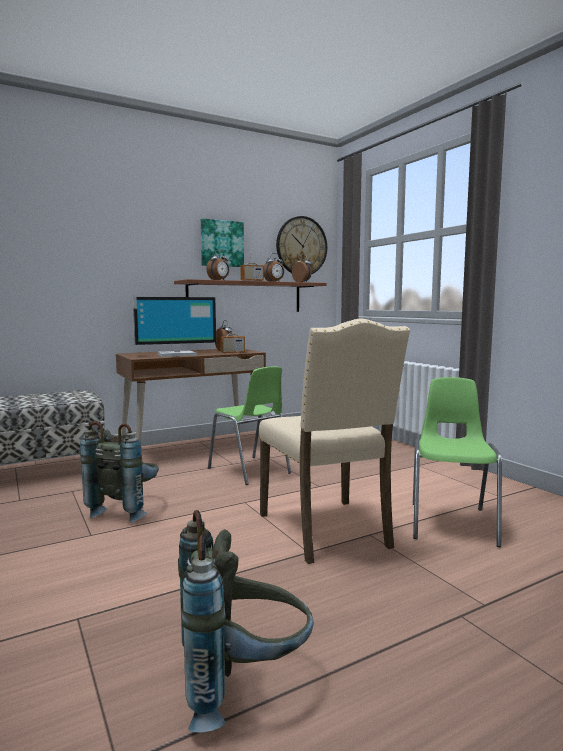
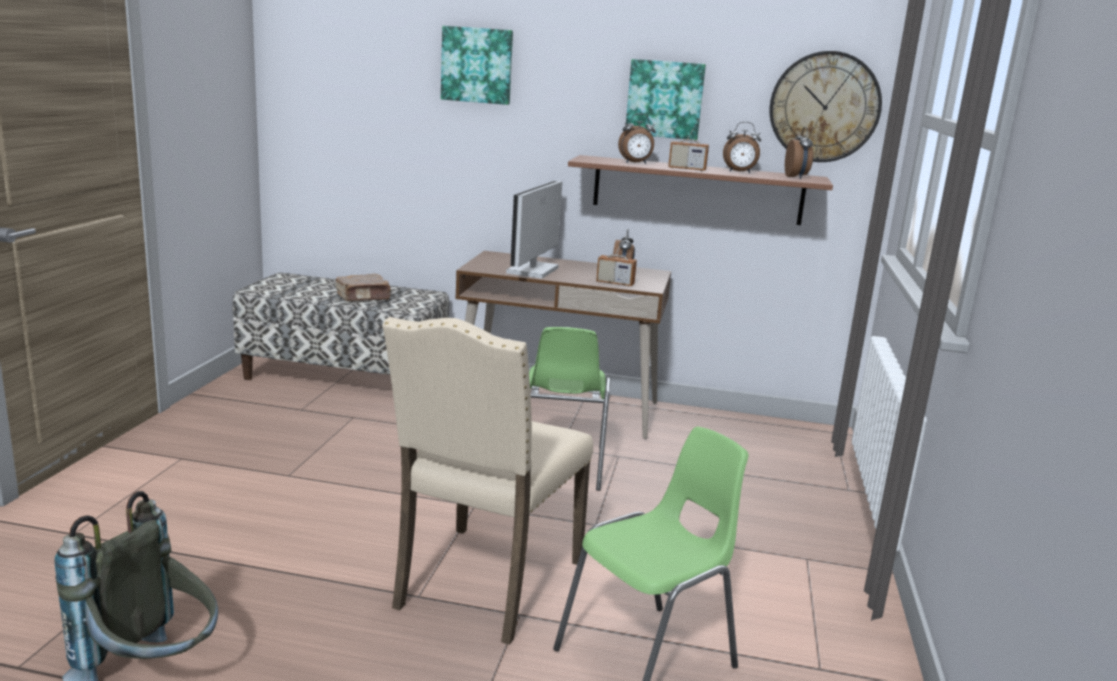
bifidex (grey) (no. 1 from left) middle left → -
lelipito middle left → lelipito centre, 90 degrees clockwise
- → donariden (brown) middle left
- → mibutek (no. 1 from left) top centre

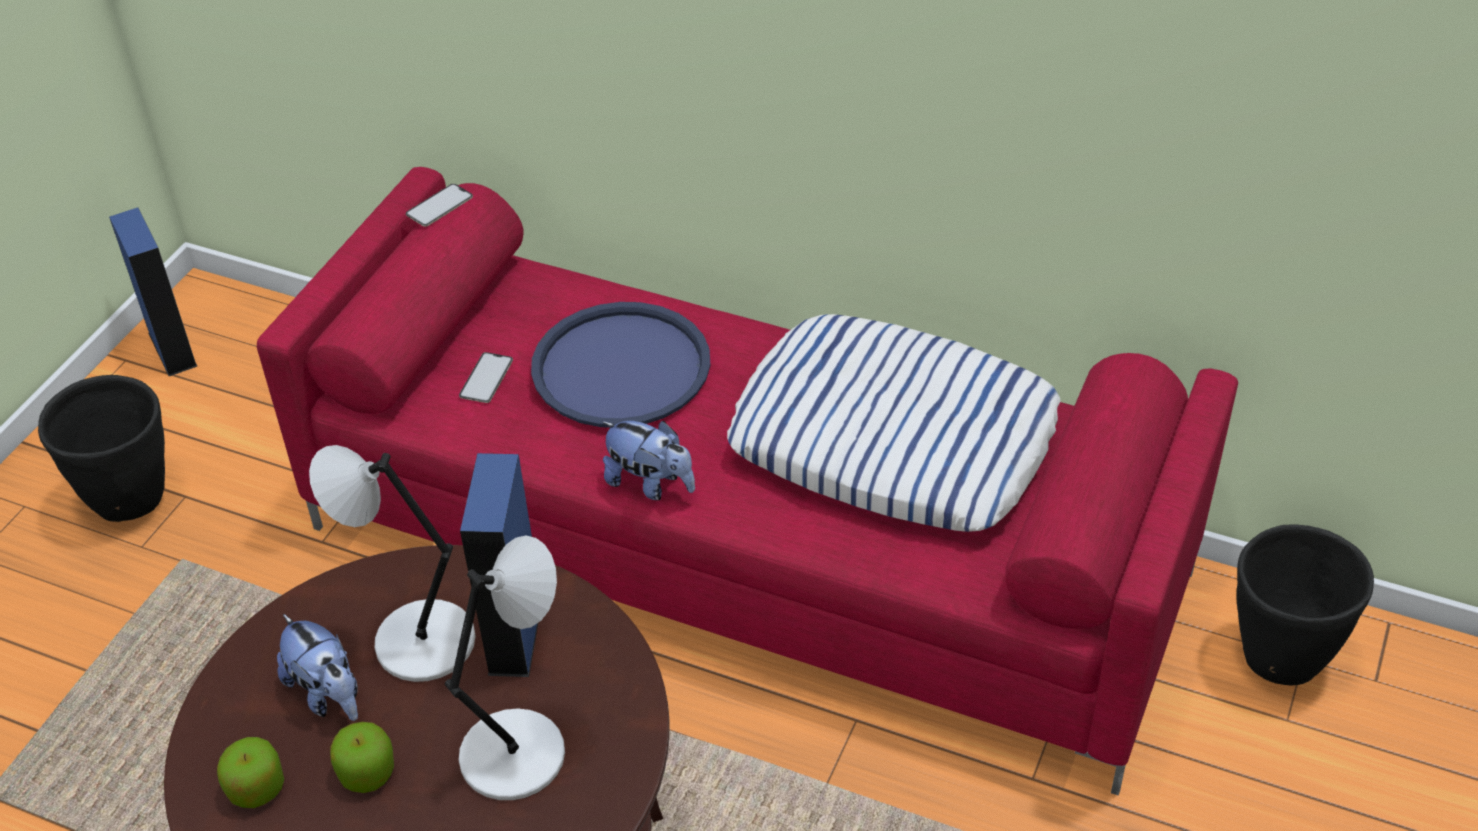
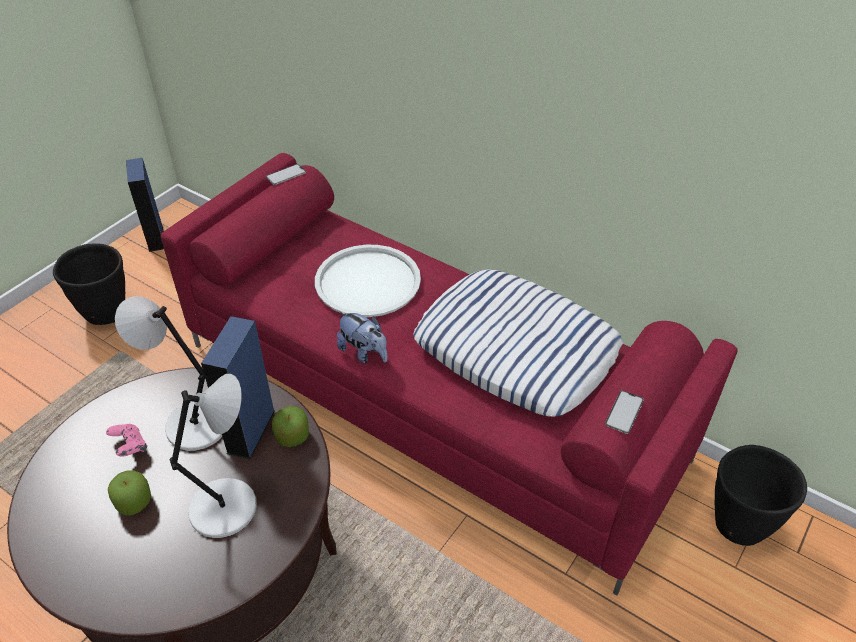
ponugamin (no. 1 from left in the first image) bottom left → ponugamin (no. 2 from left) centre, shifted
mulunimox (no. 1 from left) bottom left → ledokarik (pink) bottom left
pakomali (no. 2 from left) middle left → pakomali (no. 2 from left) middle right, shifted
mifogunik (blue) centre → mifogunik (white) centre

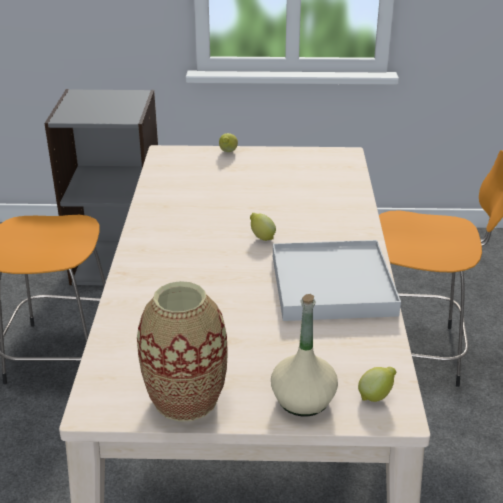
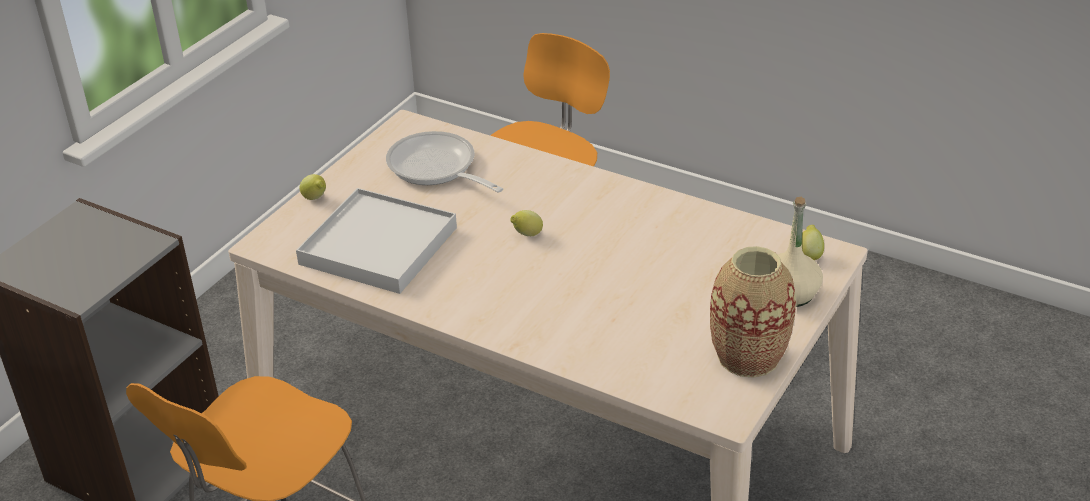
mifogunik (white) middle right → mifogunik (white) centre, shifted
- → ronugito top centre

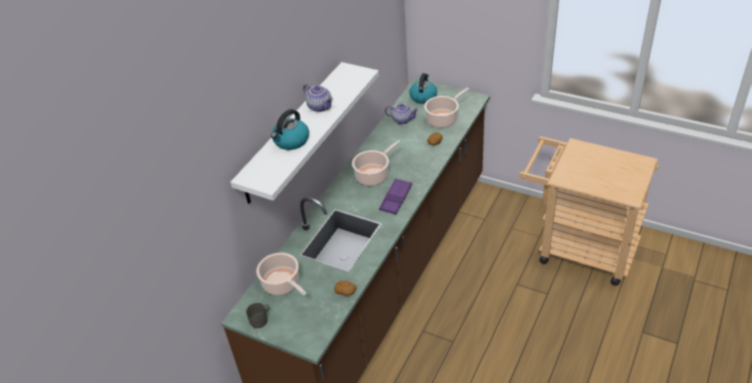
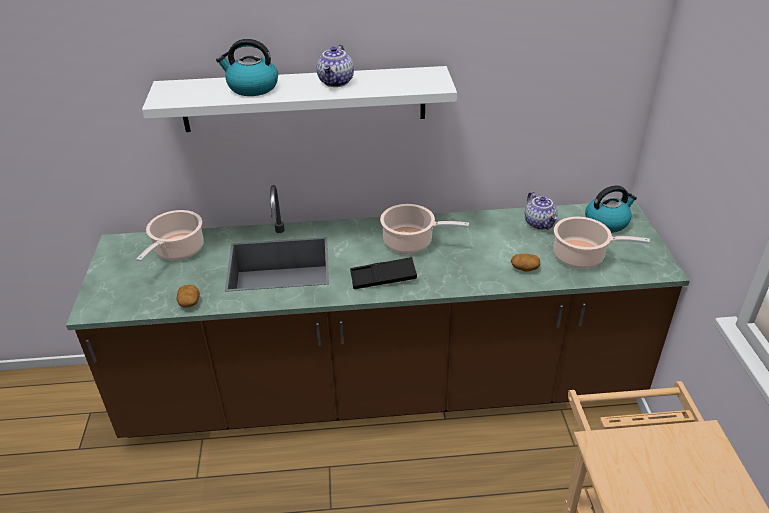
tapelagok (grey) bottom centre → -
mifogunik (purple) centre → mifogunik (black) centre

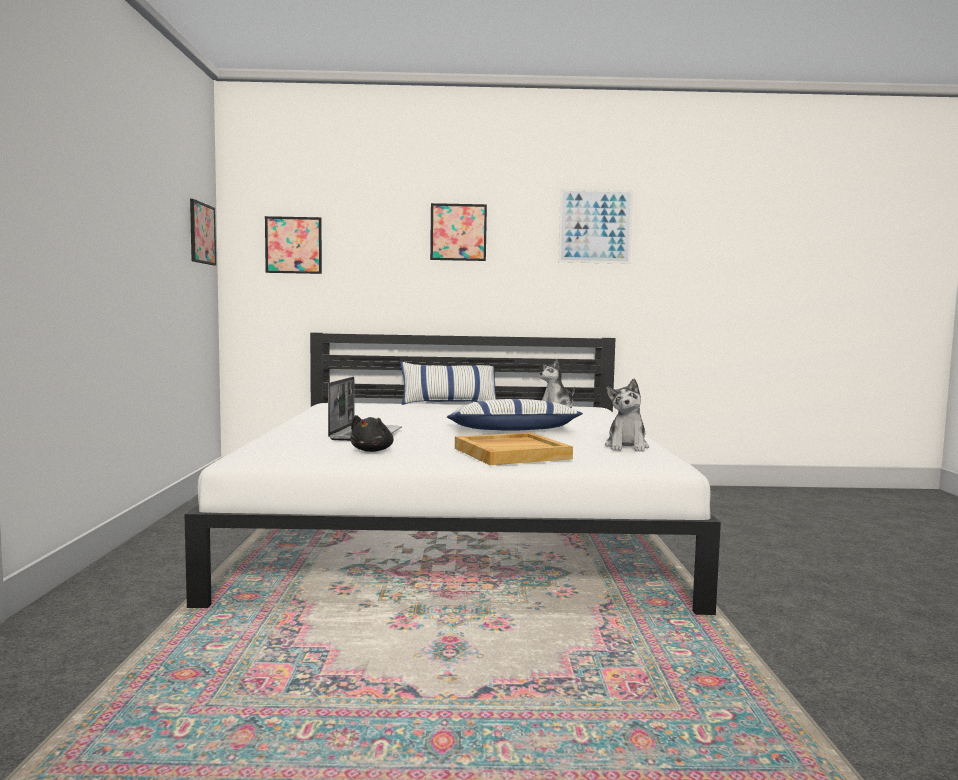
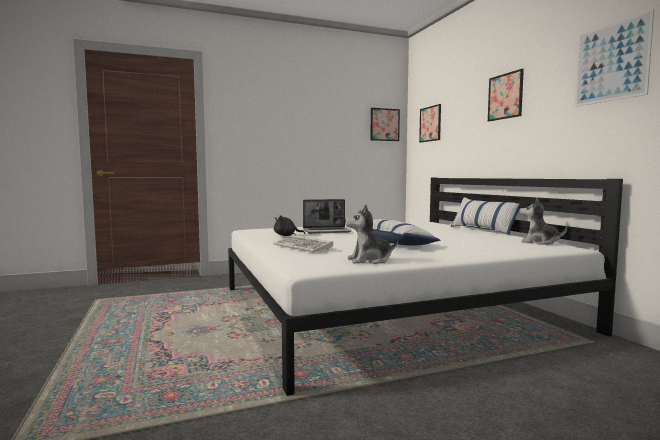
mifogunik (beige) centre → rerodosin centre

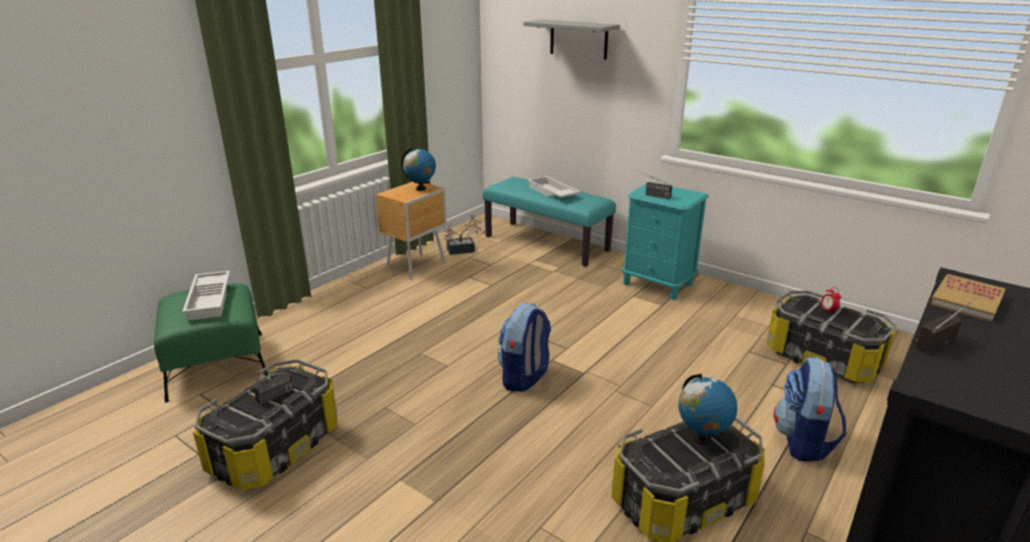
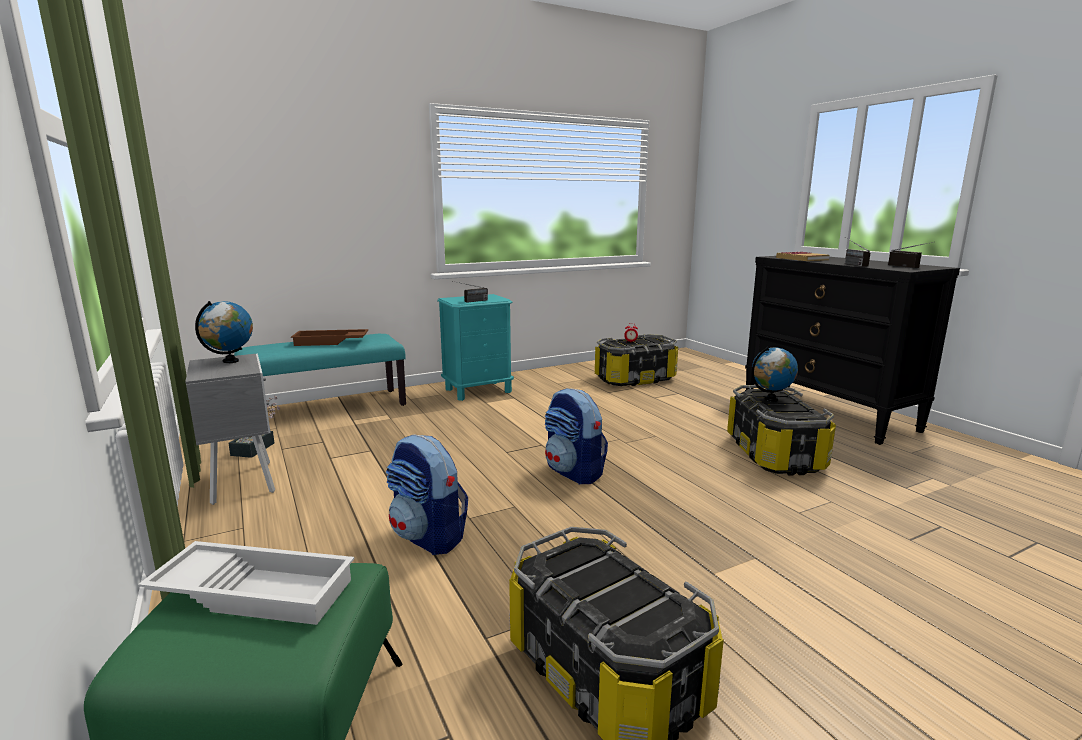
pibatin (no. 1 from left in the first image) bottom left → pibatin (no. 3 from left) middle right, shifted
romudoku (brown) centre → romudoku (grey) middle left
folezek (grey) top centre → -
mifogunik (white) (no. 2 from left) centre → mifogunik (brown) middle left
bifidex (no. 2 from left in the first image) bottom right → bifidex (no. 1 from left) bottom centre, shifted

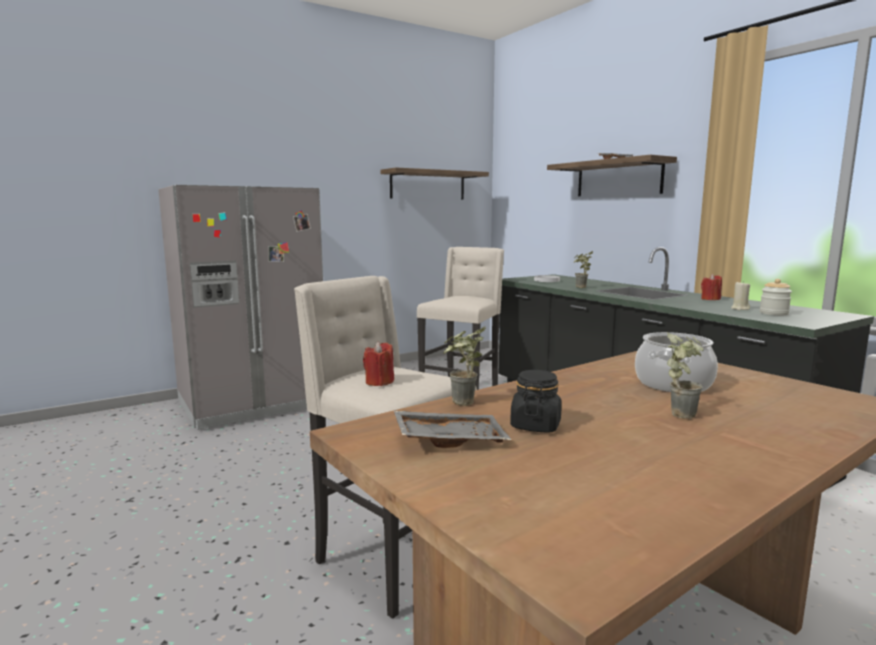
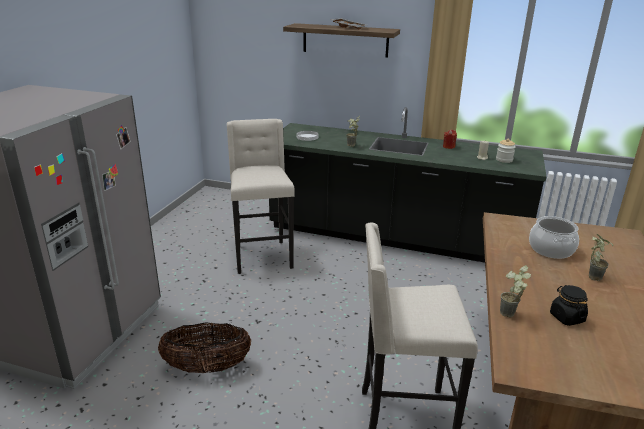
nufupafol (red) (no. 1 from left) centre → -
folezek (no. 1 from left) top centre → -
mifogunik (grey) (no. 1 from left) centre → -
- → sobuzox bottom left

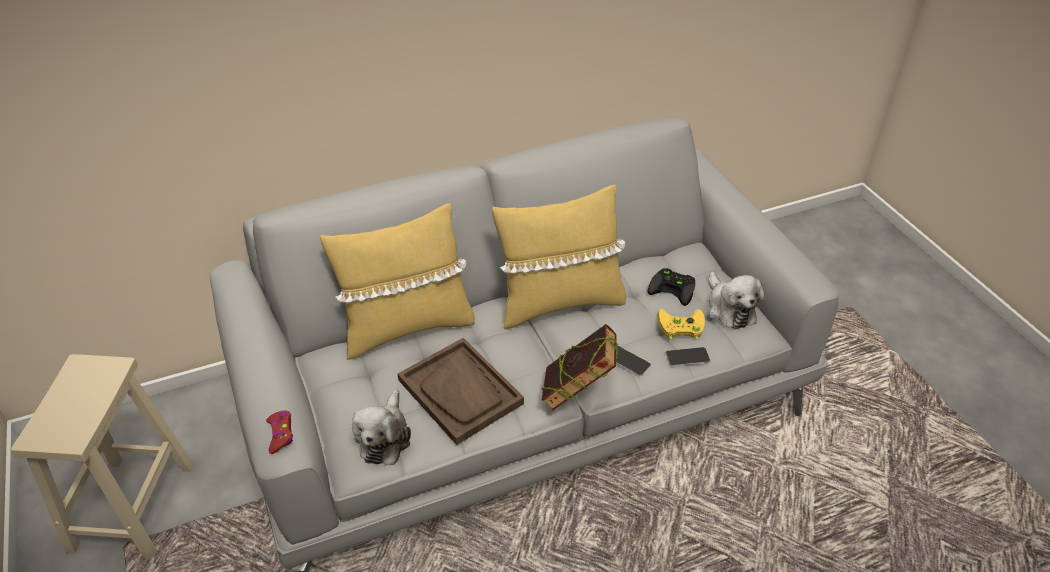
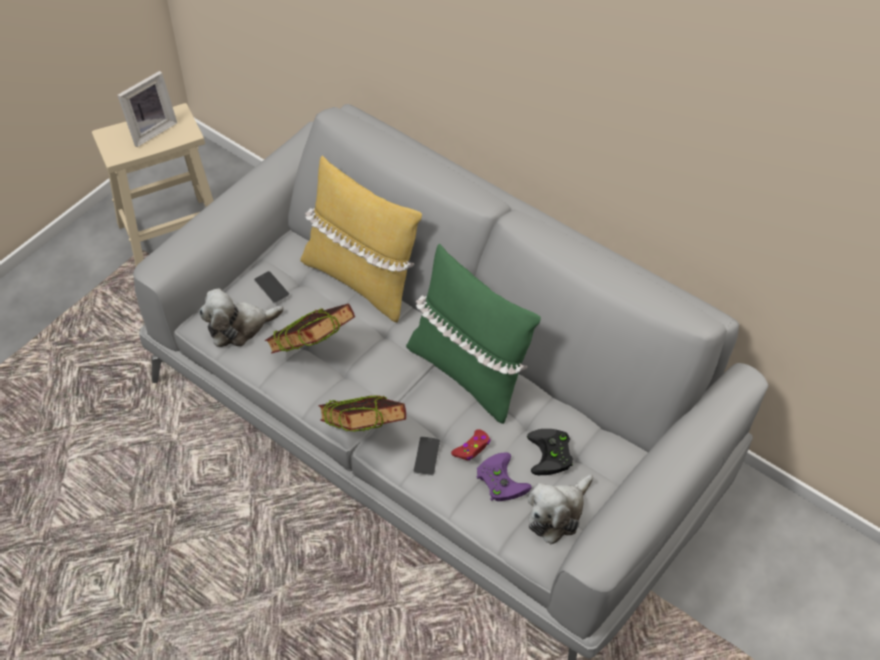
ledokarik (red) bottom left → ledokarik (red) bottom centre, shifted
mifogunik (brown) bottom centre → donariden (no. 1 from left) centre
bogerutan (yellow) (no. 2 from left) centre → bogerutan (green) centre
ledokarik (yellow) centre → ledokarik (purple) bottom centre
pakomali (no. 2 from left in the first image) centre → pakomali (no. 1 from left) middle left, shifted
- → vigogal top left

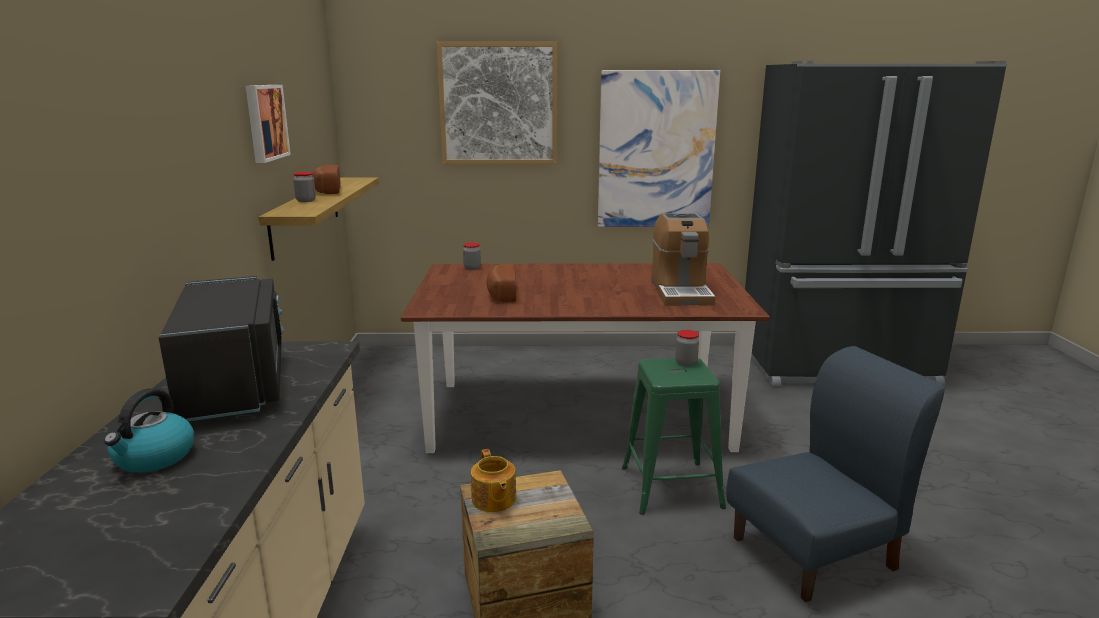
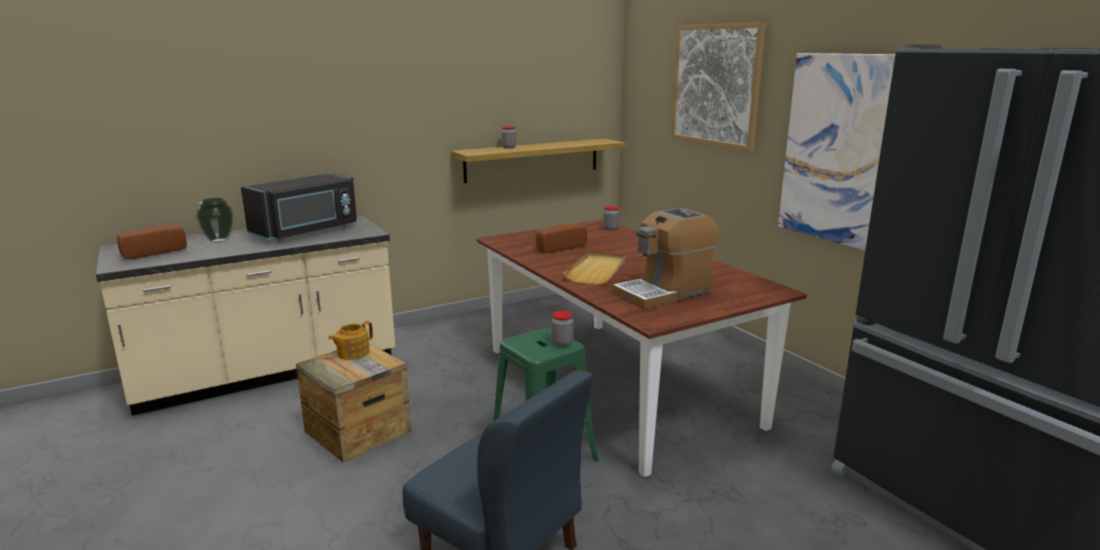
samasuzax bottom left → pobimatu middle left
mibutek (no. 1 from left) top left → -
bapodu (no. 1 from left) top left → bapodu (no. 1 from left) middle left, shifted
- → mifogunik (beige) centre

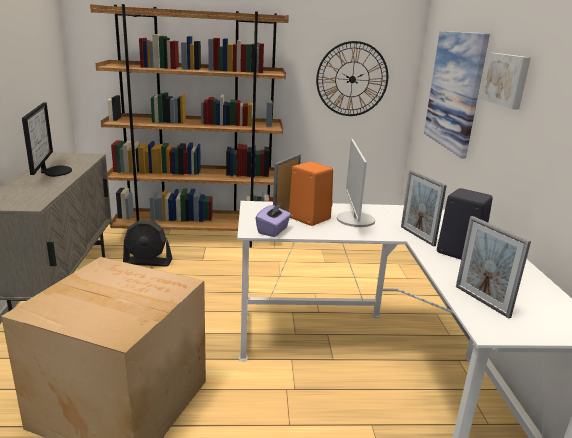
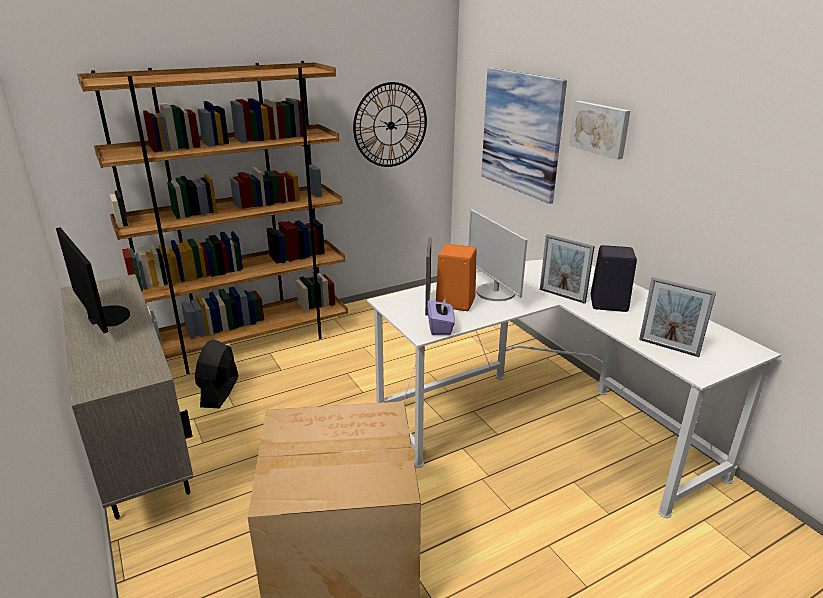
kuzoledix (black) middle left, 120 degrees clockwise

